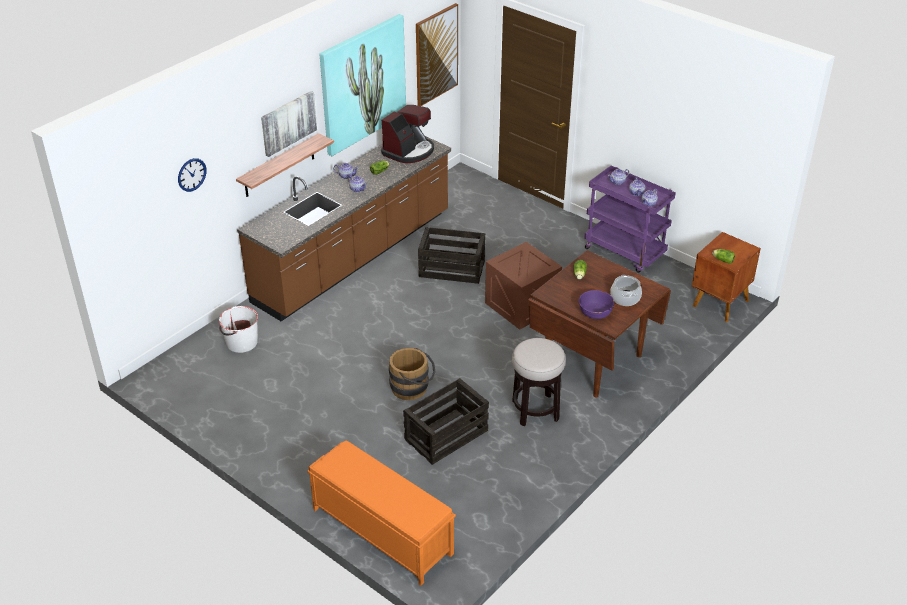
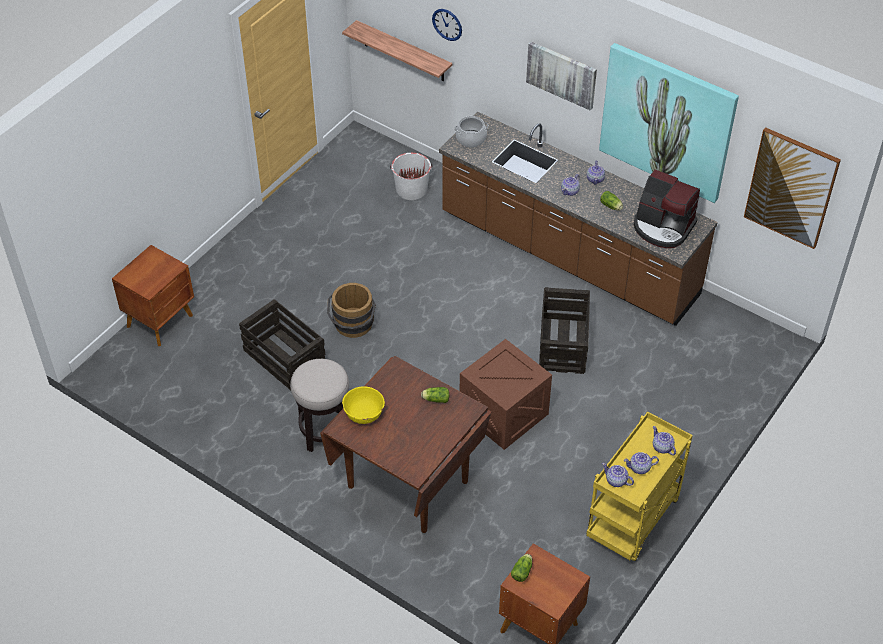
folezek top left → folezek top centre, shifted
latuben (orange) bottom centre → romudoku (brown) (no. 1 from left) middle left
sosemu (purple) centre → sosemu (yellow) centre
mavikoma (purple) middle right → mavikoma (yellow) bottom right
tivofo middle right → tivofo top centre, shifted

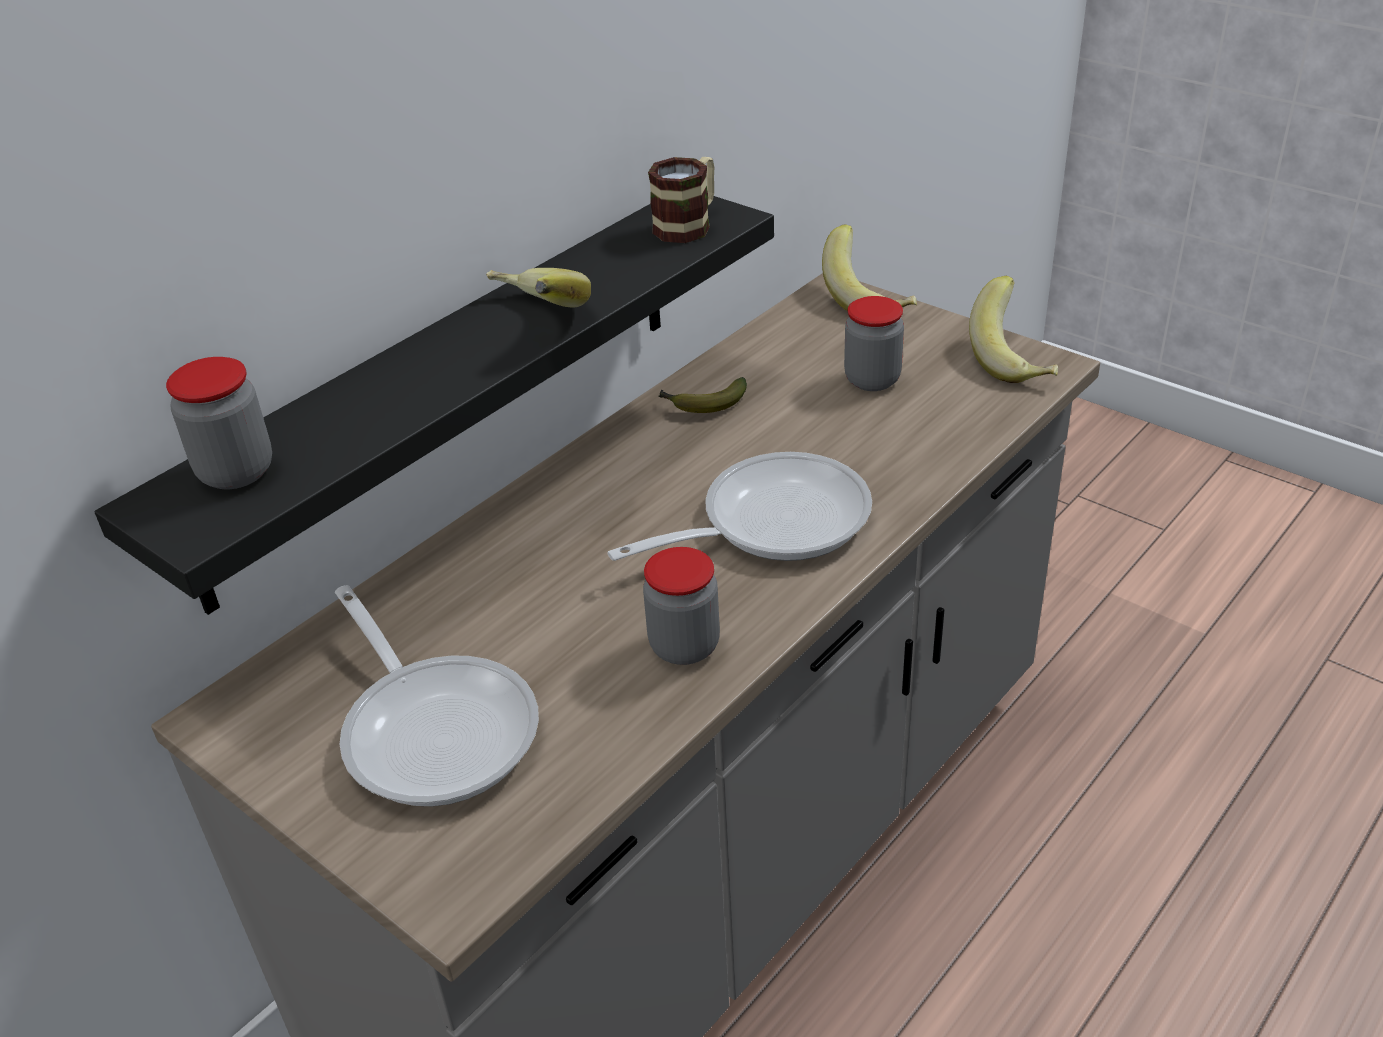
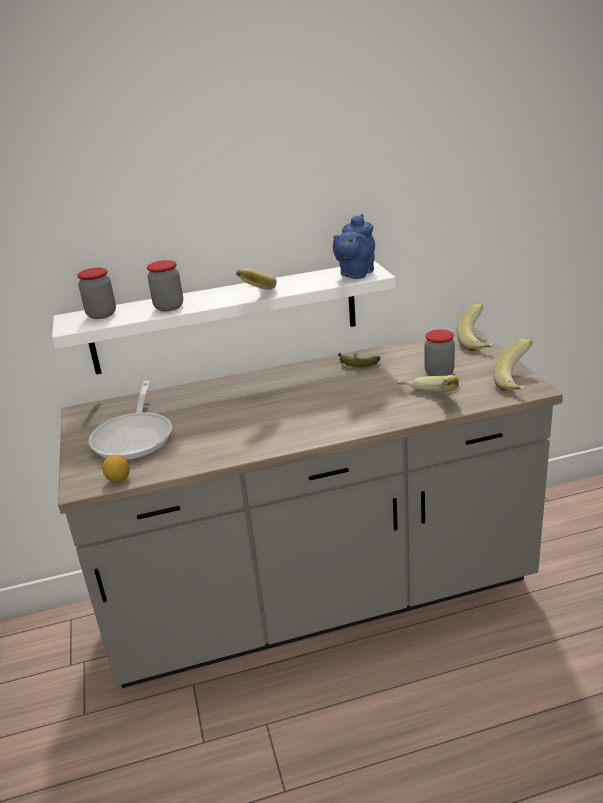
folezek (black) middle left → folezek (white) centre
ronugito (no. 2 from left) centre → -
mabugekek (no. 2 from left) centre → mabugekek (no. 2 from left) middle left, shifted
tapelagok top centre → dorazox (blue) top centre
- → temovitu middle left
- → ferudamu (no. 3 from left) middle right

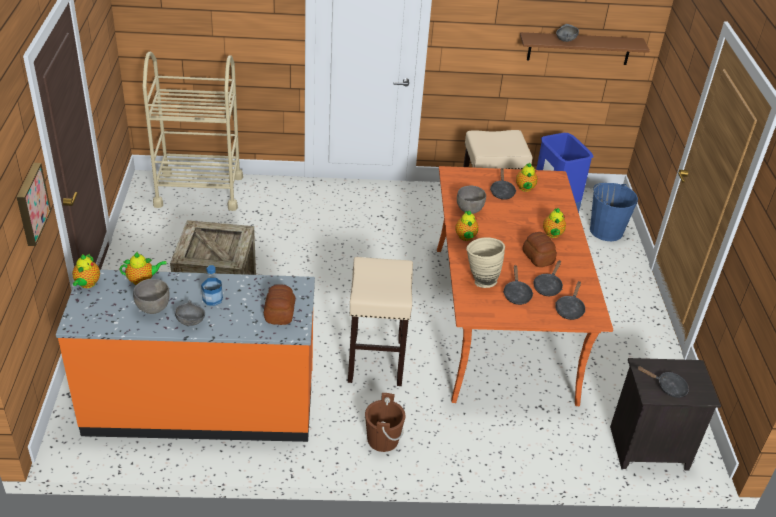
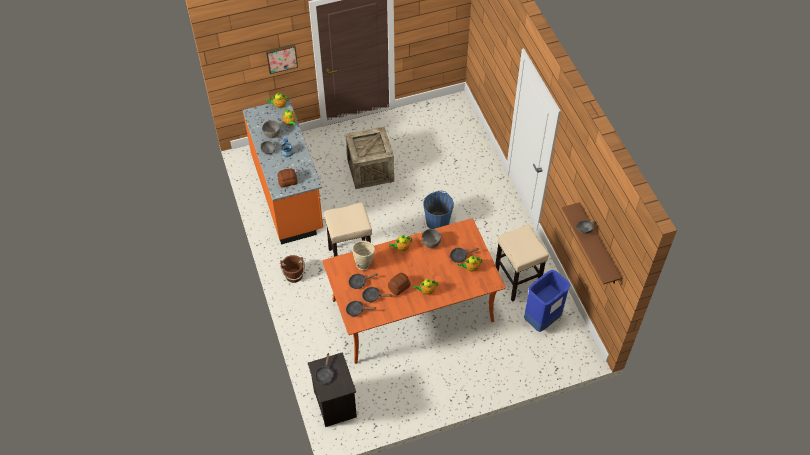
mavikoma (beige) top left → -
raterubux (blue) middle right → raterubux (blue) centre, shifted

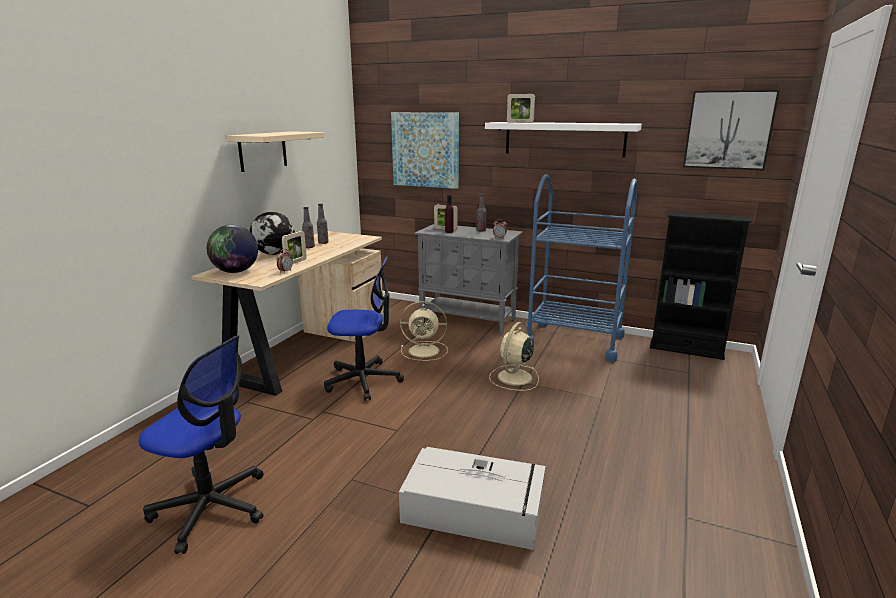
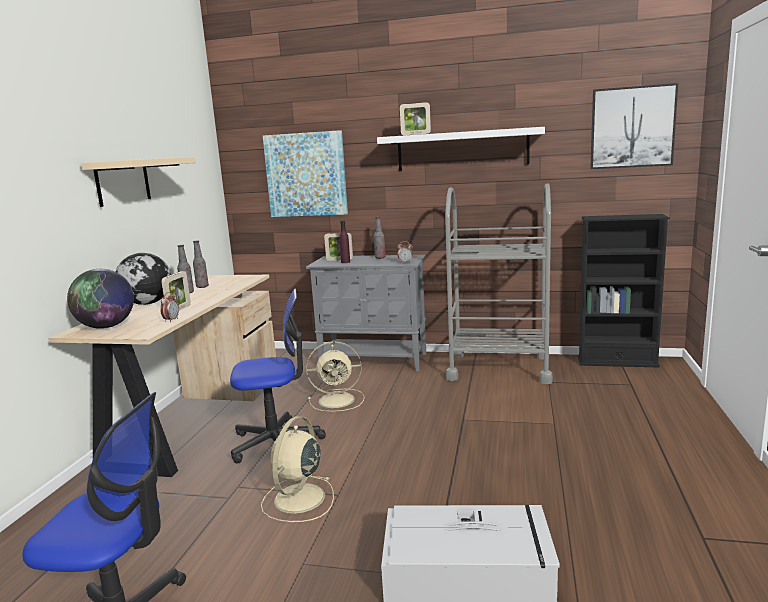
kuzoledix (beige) (no. 2 from left in the first image) centre → kuzoledix (beige) (no. 1 from left) bottom centre, shifted
mavikoma (blue) centre → mavikoma (grey) centre

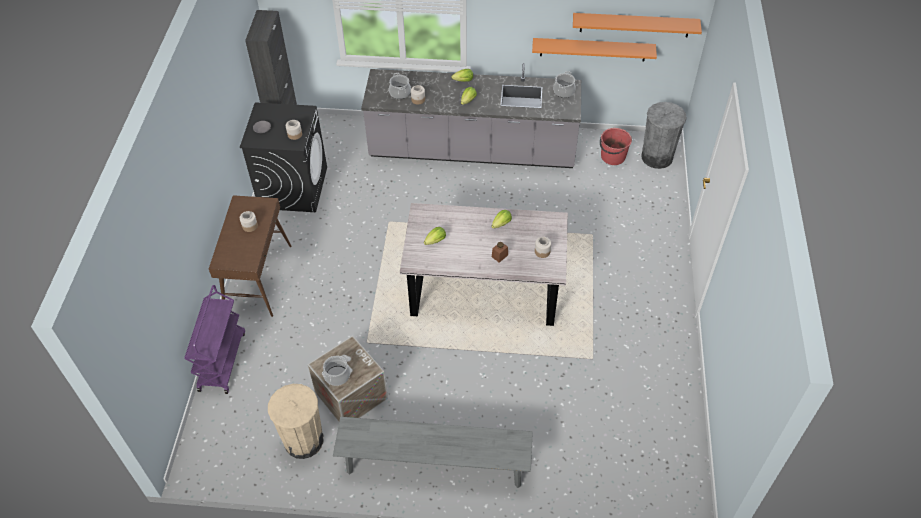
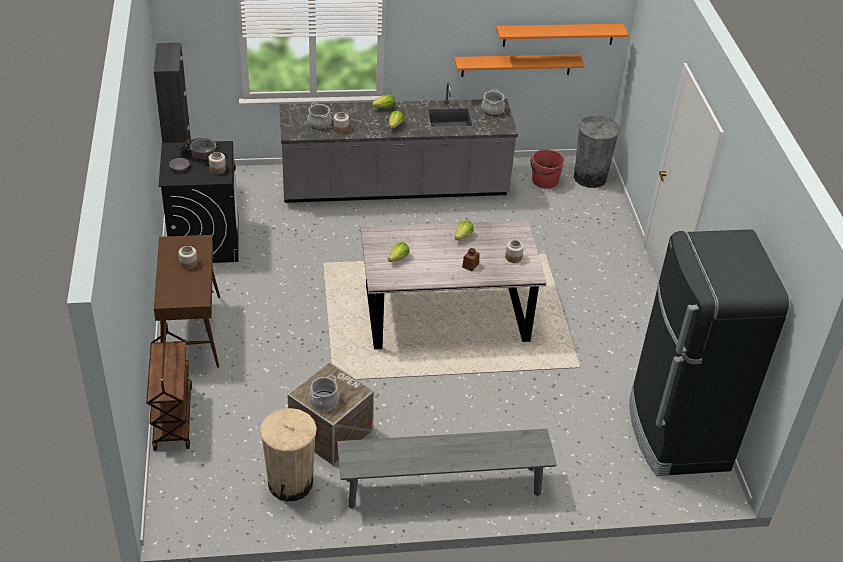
mavikoma (purple) middle left → mavikoma (brown) bottom left
- → tivofo (no. 1 from left) top left
- → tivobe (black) middle right

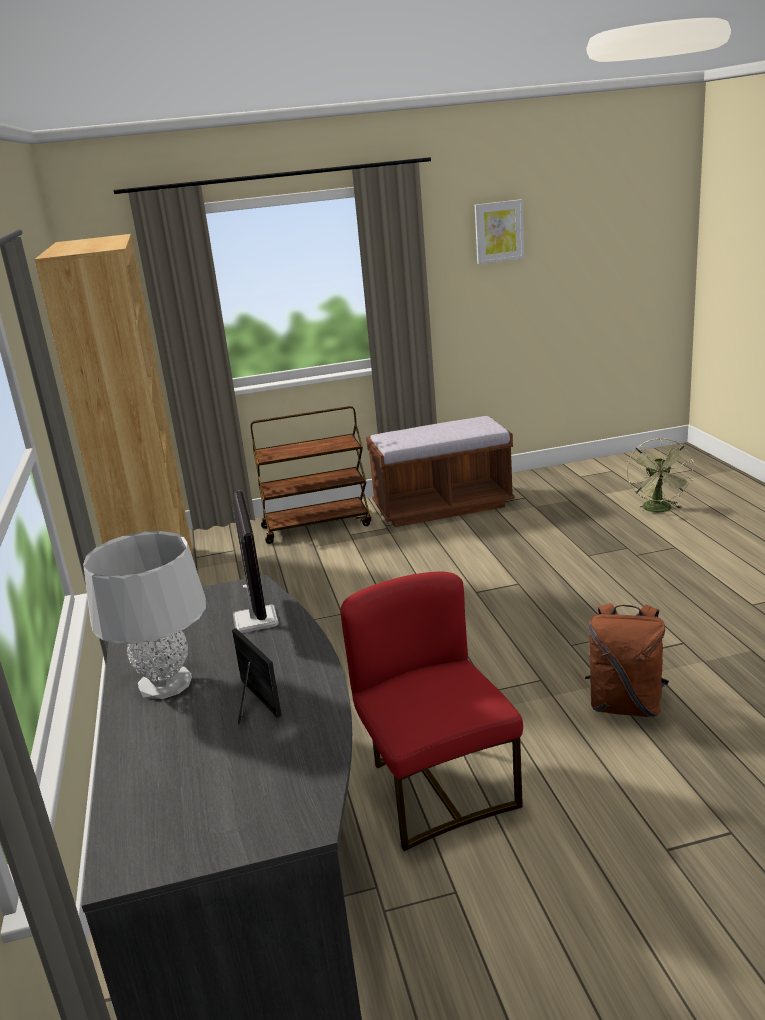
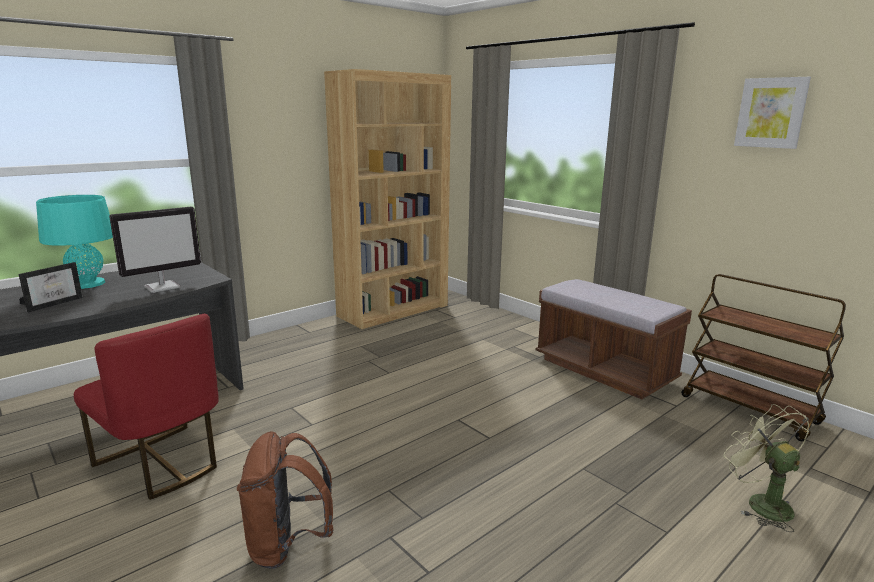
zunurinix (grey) middle left → zunurinix (turquoise) middle left
mavikoma (brown) centre → mavikoma (brown) middle right, shifted
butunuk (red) bottom centre → butunuk (red) bottom left, 90 degrees clockwise
kuzoledix (green) middle right → kuzoledix (green) bottom right, 90 degrees clockwise

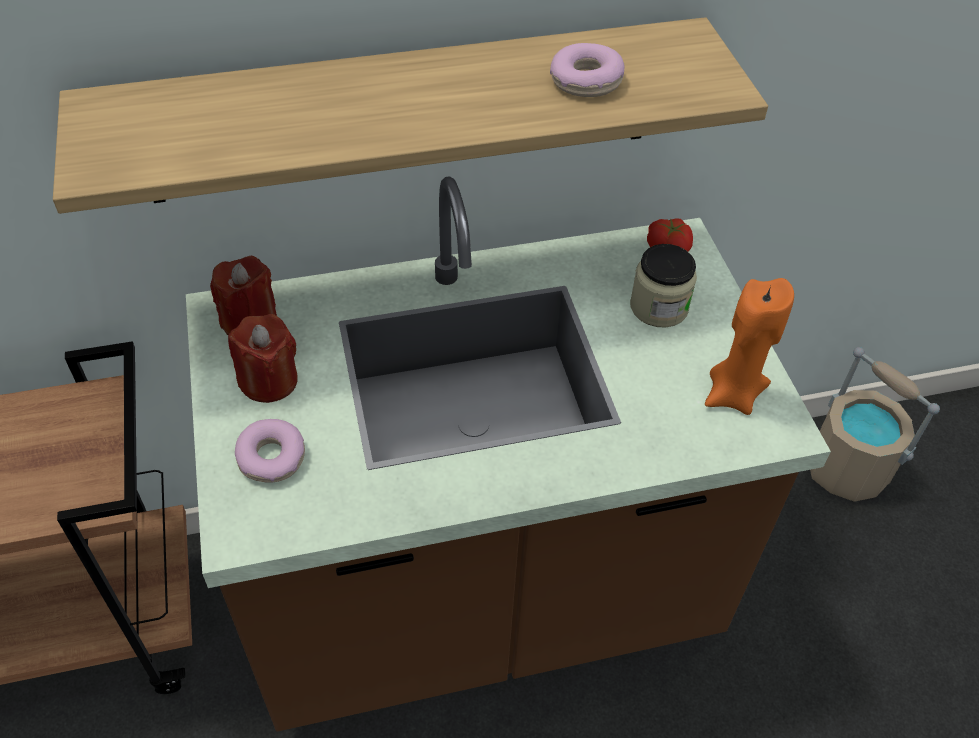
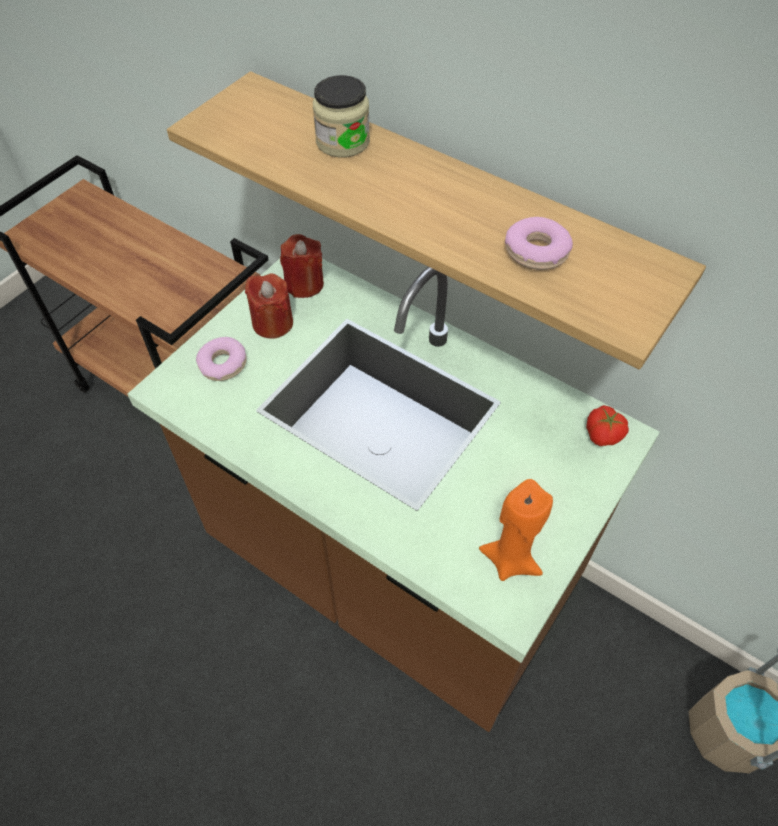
mabugekek middle right → mabugekek top centre, shifted

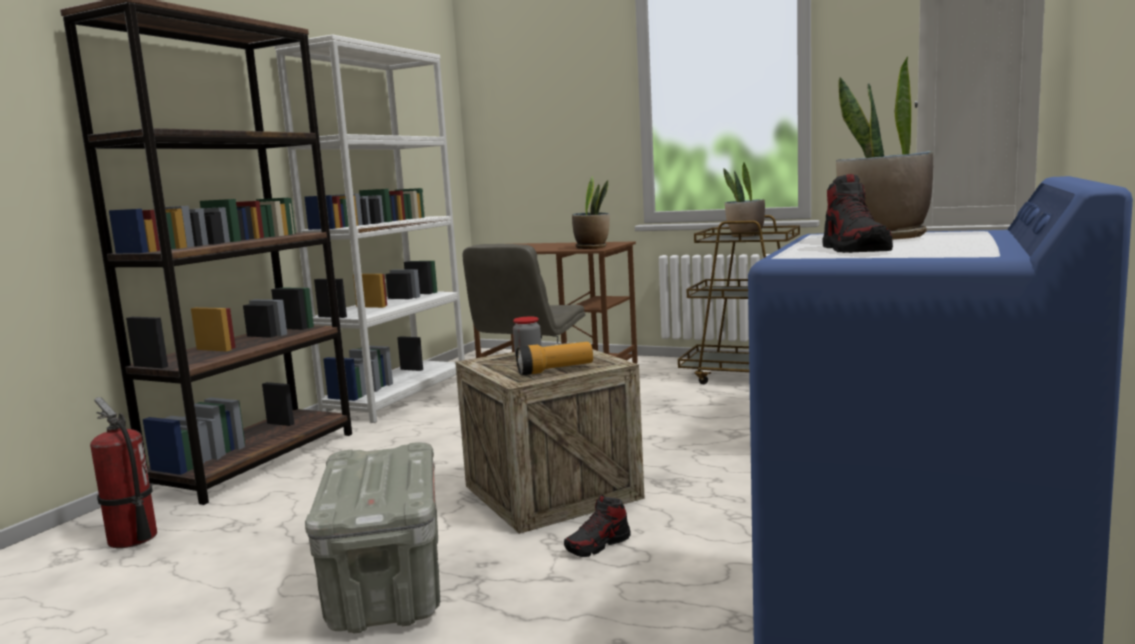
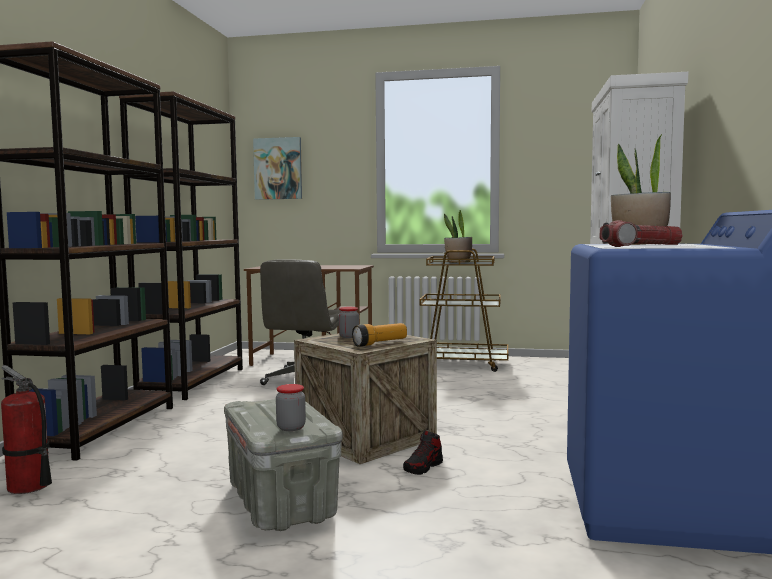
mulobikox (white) middle left → mulobikox (brown) (no. 2 from left) middle left
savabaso (no. 1 from left) top centre → -
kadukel (no. 2 from left) top right → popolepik (no. 2 from left) middle right
- → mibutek top centre
- → mabugekek (no. 1 from left) bottom centre

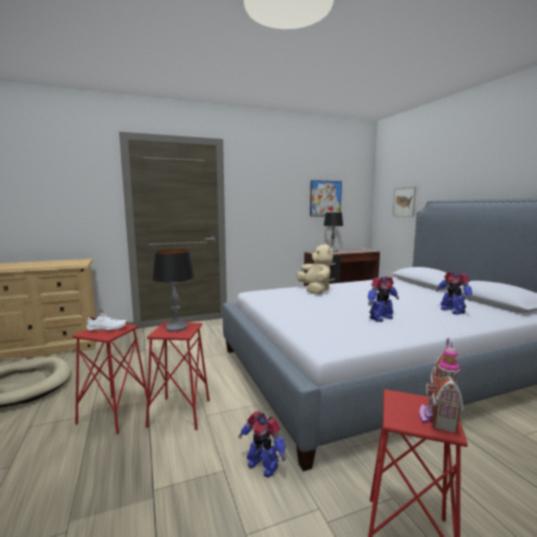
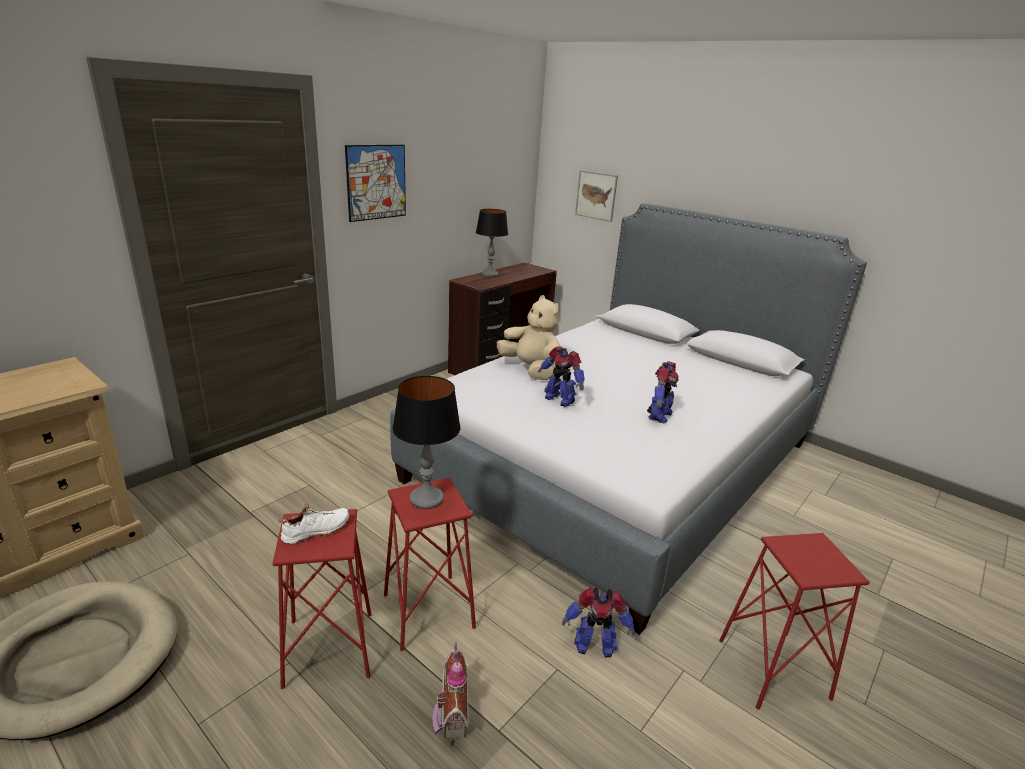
mibutek (no. 1 from left) centre → mibutek (no. 1 from left) top centre, shifted
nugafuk bottom right → nugafuk bottom centre, shifted
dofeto (no. 3 from left in the first image) middle right → dofeto (no. 1 from left) centre, shifted

